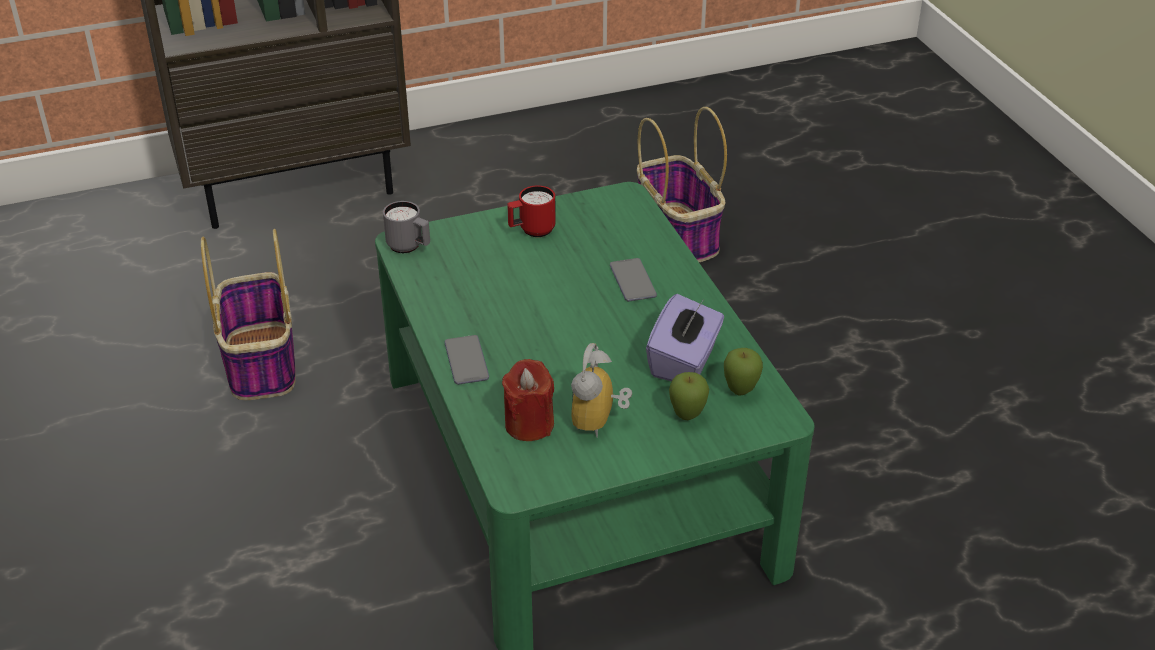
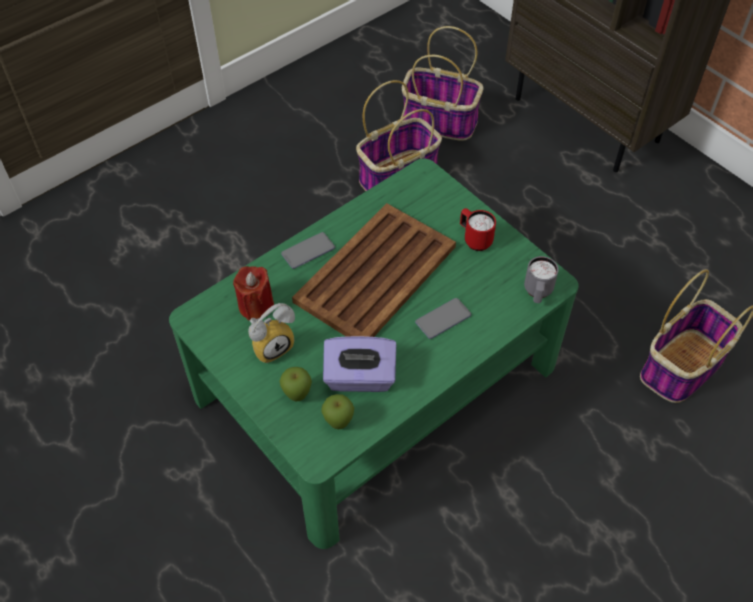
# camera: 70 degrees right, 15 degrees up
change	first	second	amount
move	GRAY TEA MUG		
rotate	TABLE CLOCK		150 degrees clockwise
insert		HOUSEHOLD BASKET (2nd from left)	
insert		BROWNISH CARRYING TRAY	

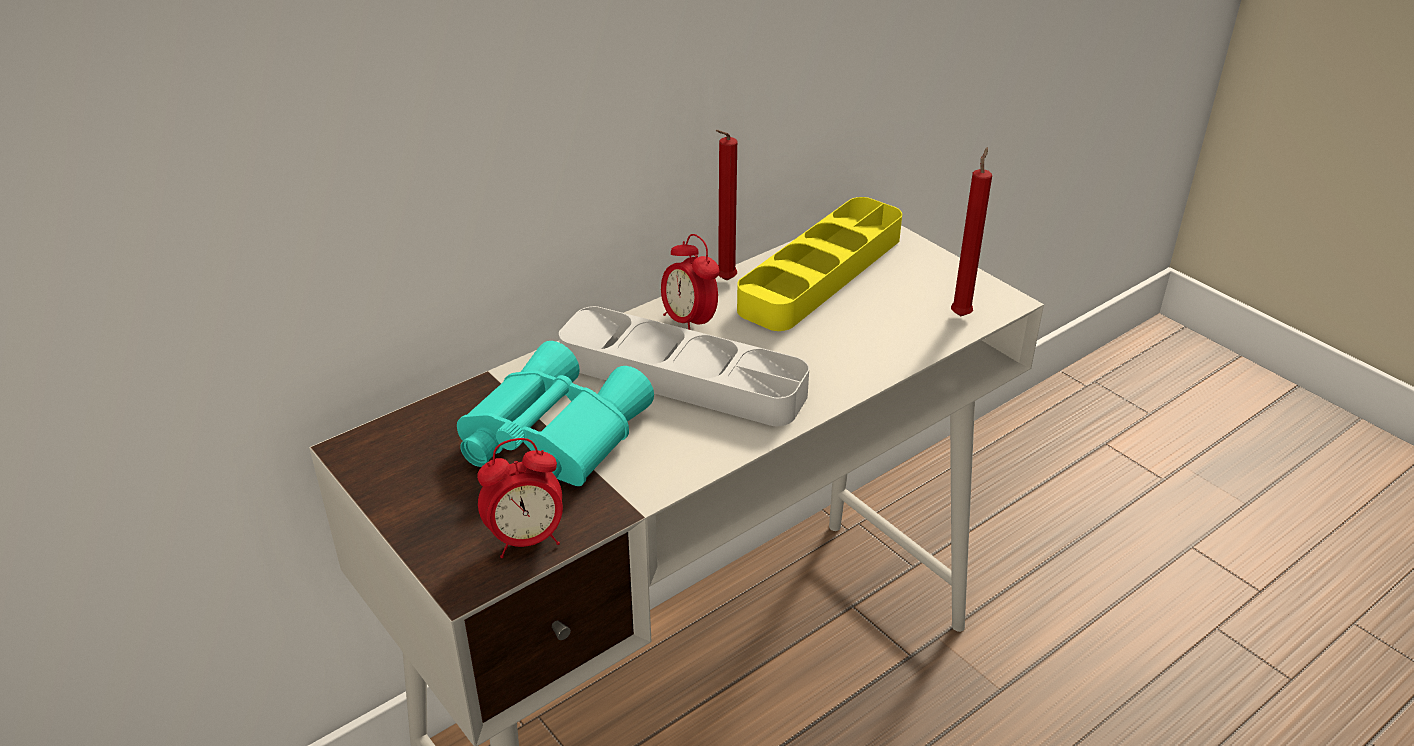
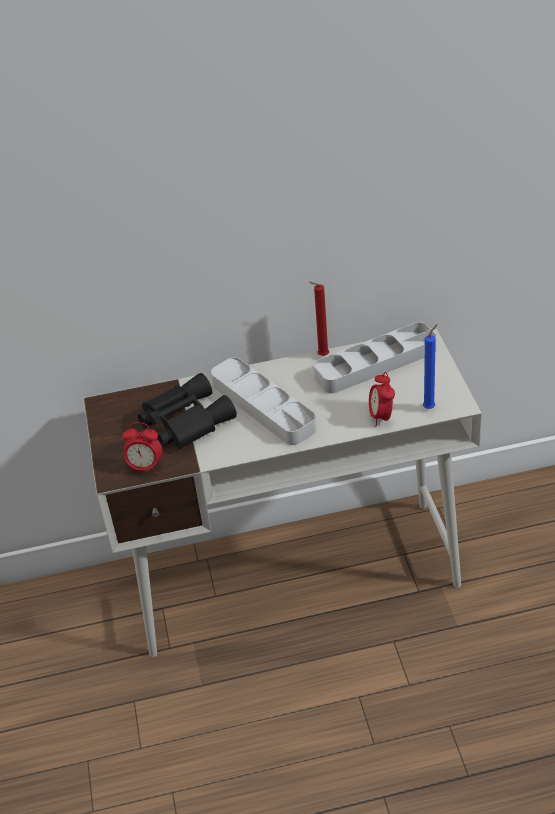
# camera: 30 degrees right, 5 degrees up
change	first	second	amount
recolor	REDDISH WAX CANDLE (2nd from left)	BLUE WAX CANDLE	
recolor	YELLOW CARRYING TRAY	GRAY CARRYING TRAY (2nd from left)	
move	TABLE CLOCK (2nd from left)		
recolor	BLUE-GREEN BINOCULARS	BLACK BINOCULARS	

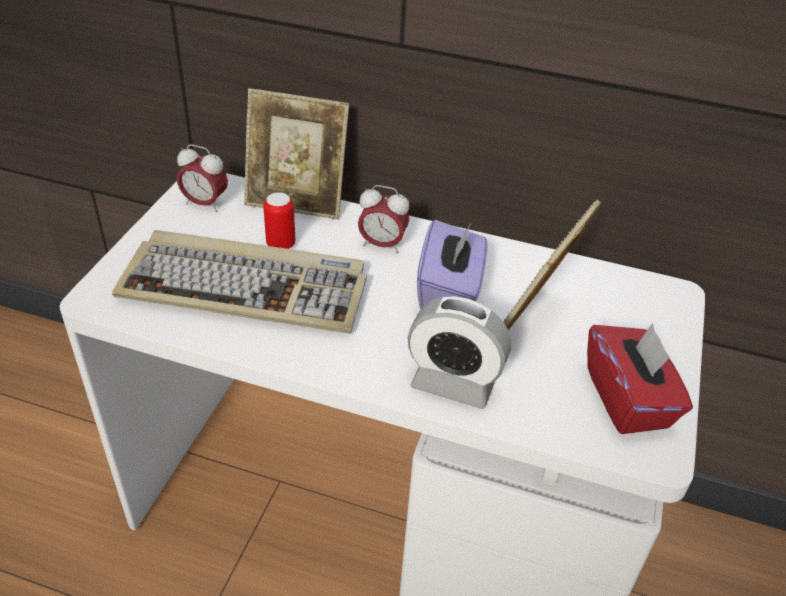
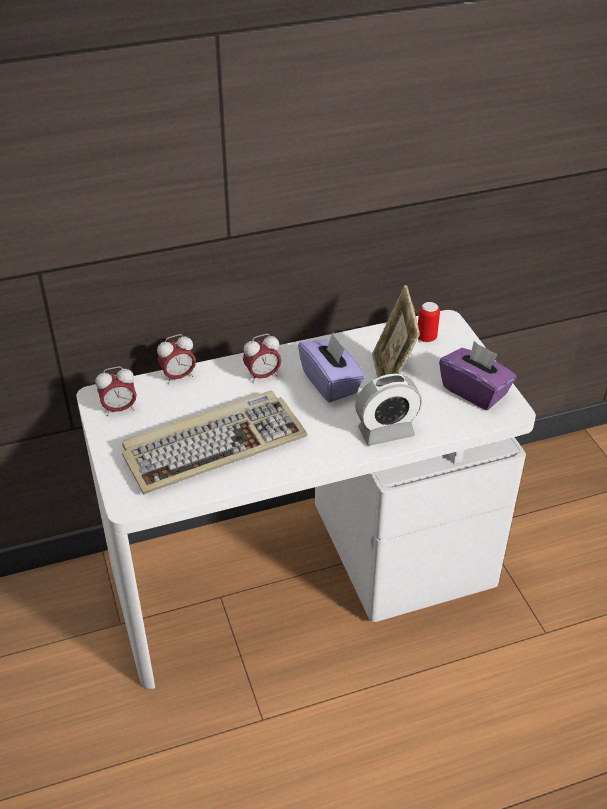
# camera: 35 degrees left, 0 degrees up
change	first	second	amount
replace	STANDING FRAME (1st from left)	TABLE CLOCK (2nd from left)	
move	SEALED CAN		
recolor	REDDISH TISSUE HOLDER	PURPLE TISSUE HOLDER (2nd from left)	

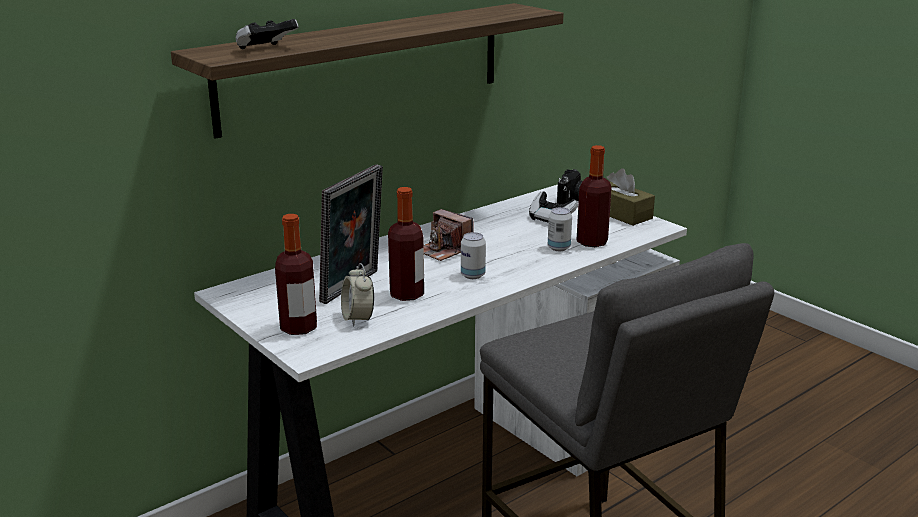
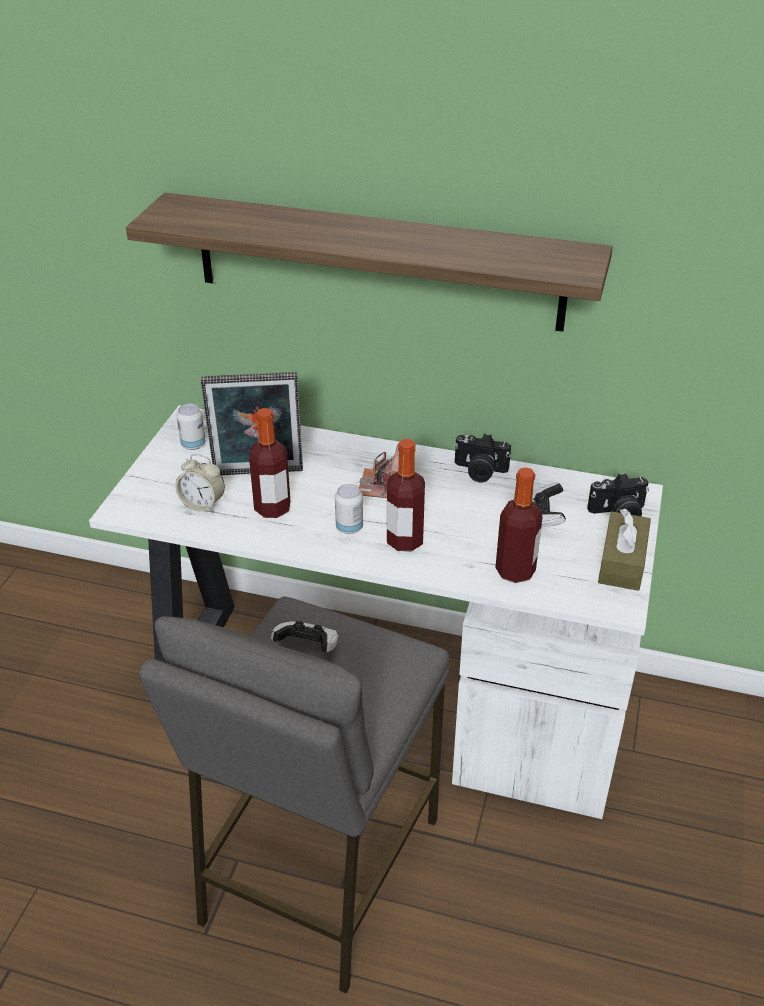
# camera: 55 degrees right, 15 degrees up
change	first	second	amount
move	JOYPAD (1st from left)		
move	SEALED CAN (2nd from left in the first image)	SEALED CAN (1st from left)	
move	BOTTLE (1st from left in the first image)	BOTTLE (2nd from left)	
rotate	TABLE CLOCK		105 degrees counterclockwise
insert		PHOTO CAMERA (2nd from left)	

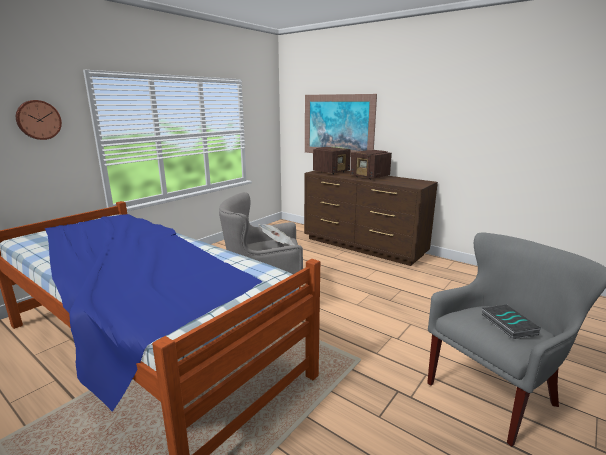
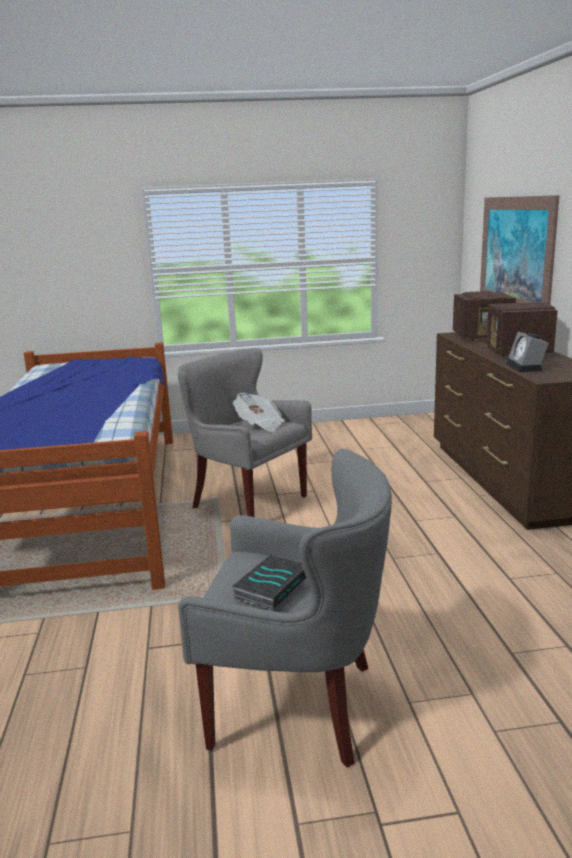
# camera: 45 degrees right, 0 degrees up
change	first	second	amount
delete	HANGING CLOCK		
insert		TABLE CLOCK	

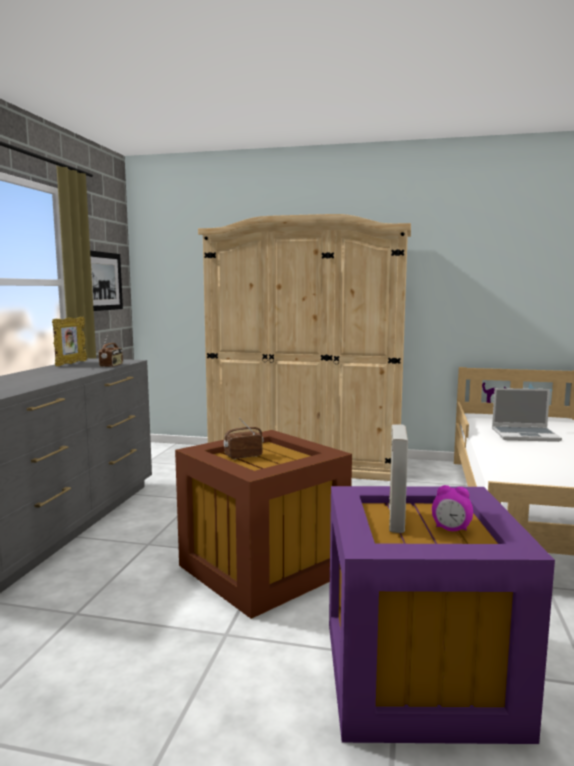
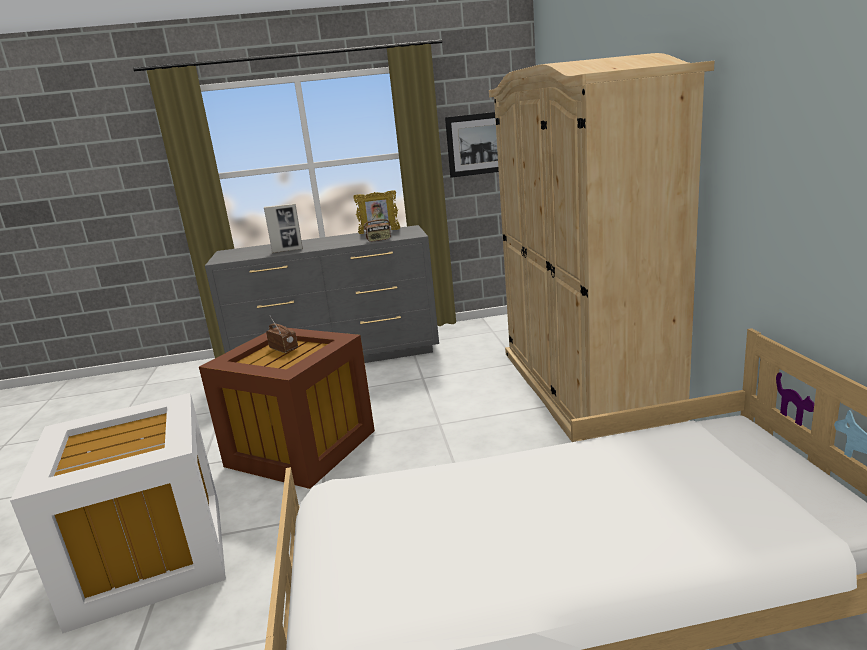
# camera: 70 degrees right, 10 degrees up
change	first	second	amount
delete	NOTEBOOK COMPUTER		
move	STANDING FRAME (2nd from left in the first image)	STANDING FRAME (1st from left)	
delete	TABLE CLOCK		
recolor	PURPLE STORAGE BIN	WHITE-COLOURED STORAGE BIN	

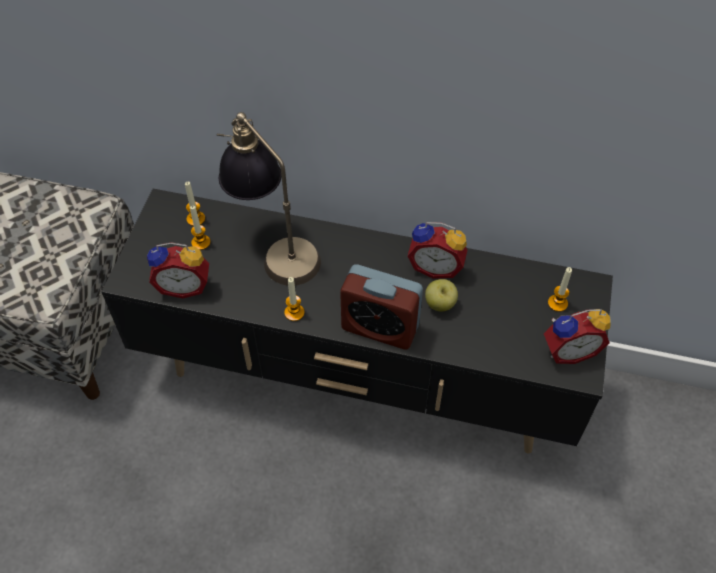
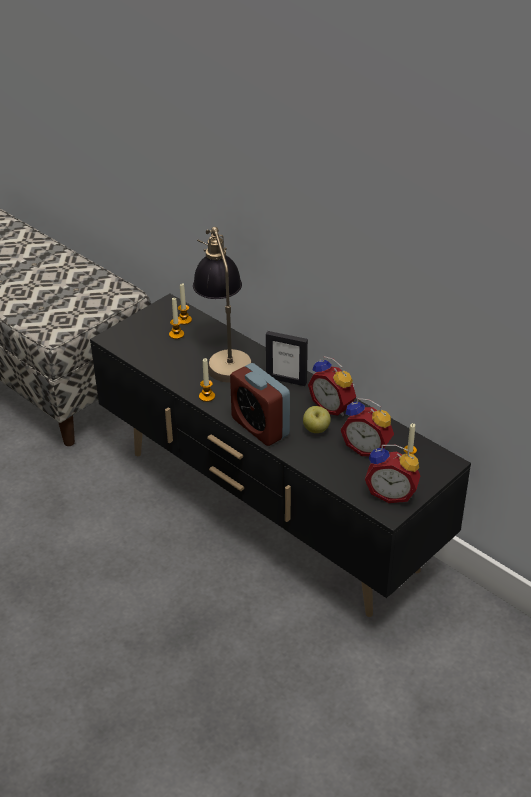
# camera: 30 degrees right, 15 degrees down
change	first	second	amount
move	TABLE CLOCK (1st from left in the first image)	TABLE CLOCK (3rd from left)	
insert		STANDING FRAME	

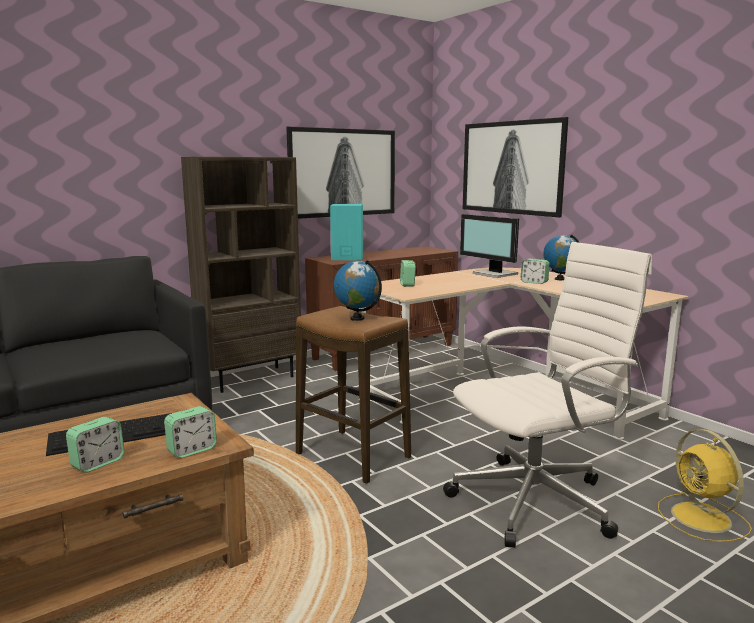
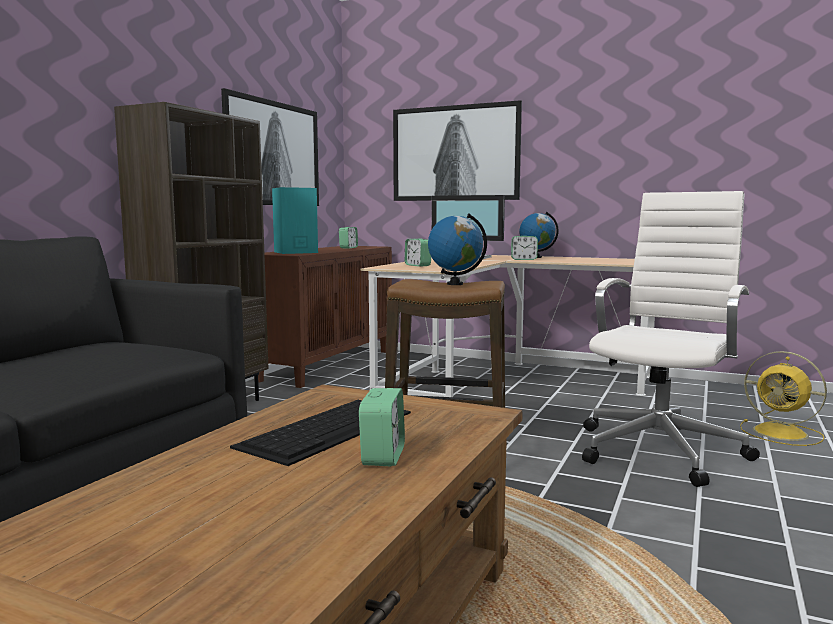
# camera: 30 degrees left, 5 degrees down
change	first	second	amount
move	TABLE CLOCK (2nd from left in the first image)	TABLE CLOCK (1st from left)	

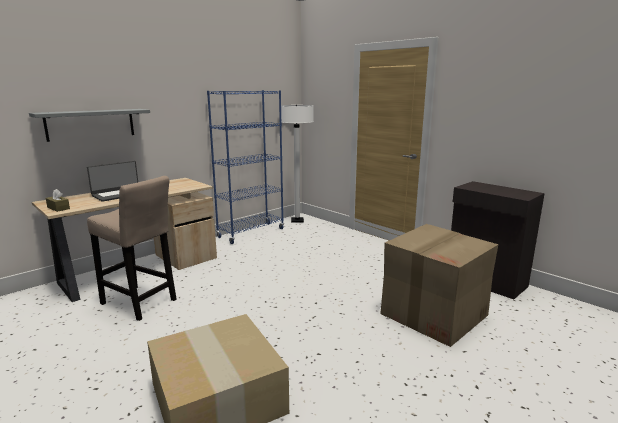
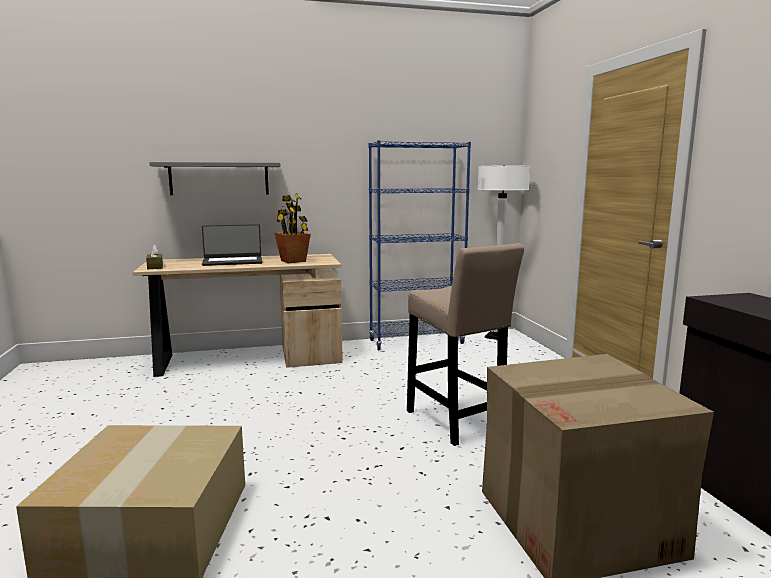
# camera: 30 degrees right, 5 degrees down
change	first	second	amount
move	SAND-COLOURED STOOL SEAT		
insert		PLANT IN A POT	

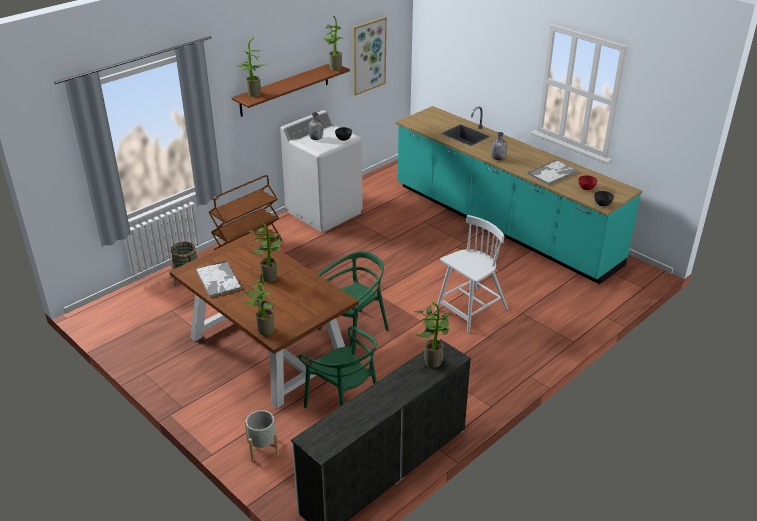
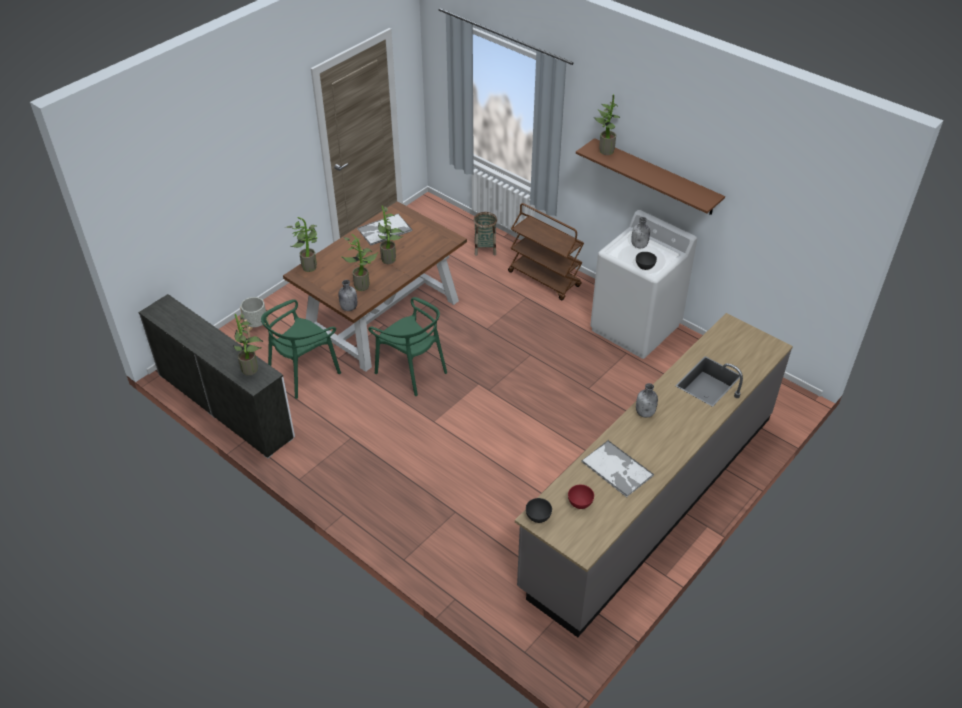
# camera: 85 degrees right, 10 degrees up
change	first	second	amount
move	PLANT IN A POT (4th from left in the first image)	PLANT IN A POT (3rd from left)	
delete	WALL PICTURE		
recolor	BLUE-GREEN COUNTER	GRAY COUNTER	
delete	WHITE-COLOURED CHAIR		
insert		GRAY BOTTLE (1st from left)	

